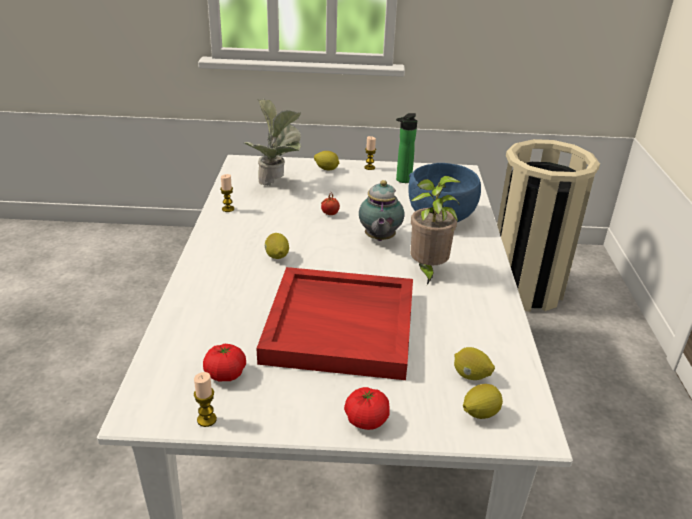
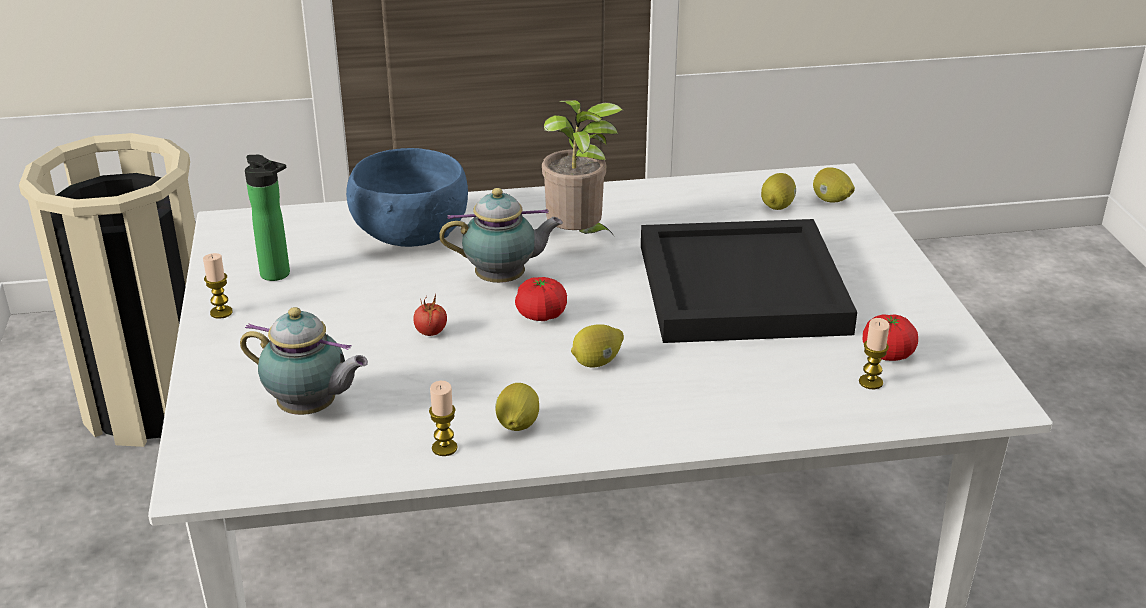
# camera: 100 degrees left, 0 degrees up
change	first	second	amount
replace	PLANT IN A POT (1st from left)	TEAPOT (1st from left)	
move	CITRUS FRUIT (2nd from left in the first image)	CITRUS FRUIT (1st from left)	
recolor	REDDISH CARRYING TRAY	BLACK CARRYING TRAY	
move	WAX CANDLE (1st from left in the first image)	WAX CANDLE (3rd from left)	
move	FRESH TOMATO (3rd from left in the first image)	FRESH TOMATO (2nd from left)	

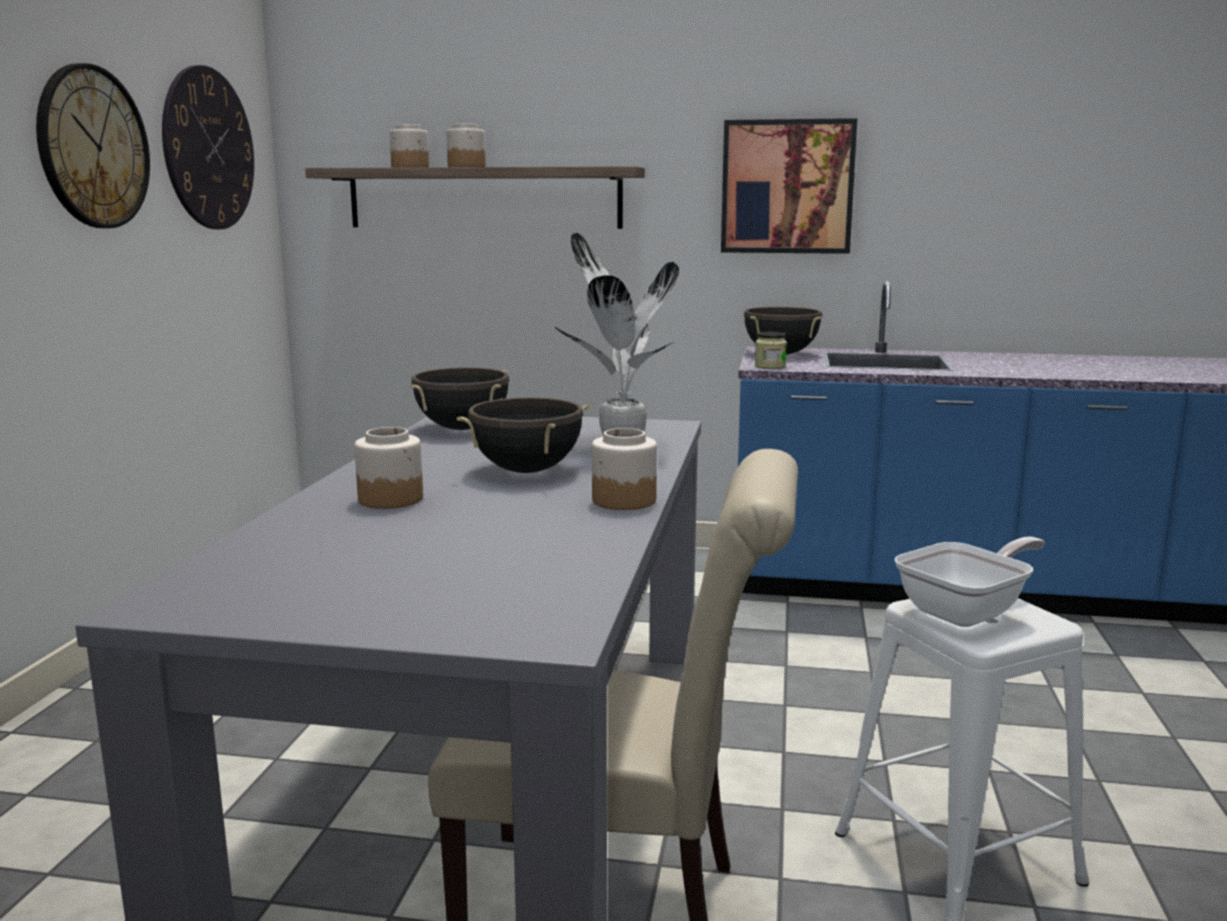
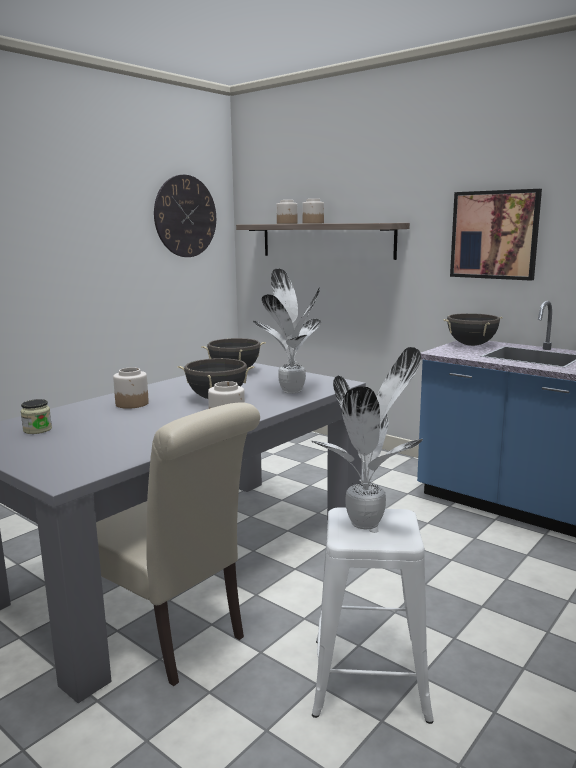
# camera: 30 degrees right, 0 degrees up
change	first	second	amount
delete	HANGING CLOCK (1st from left)		
move	STORAGE JAR (5th from left in the first image)	STORAGE JAR (1st from left)	
replace	FRYING PAN	PLANT IN A POT (2nd from left)	

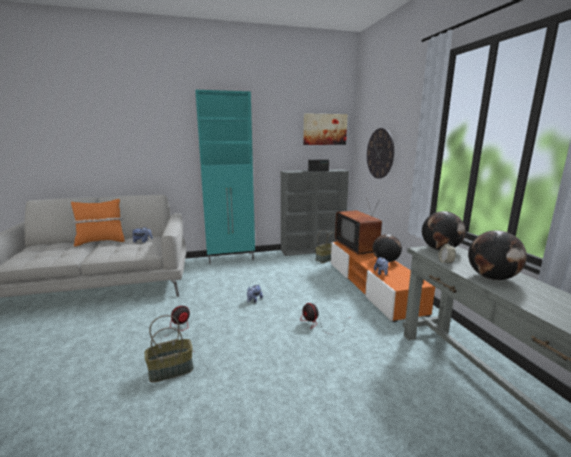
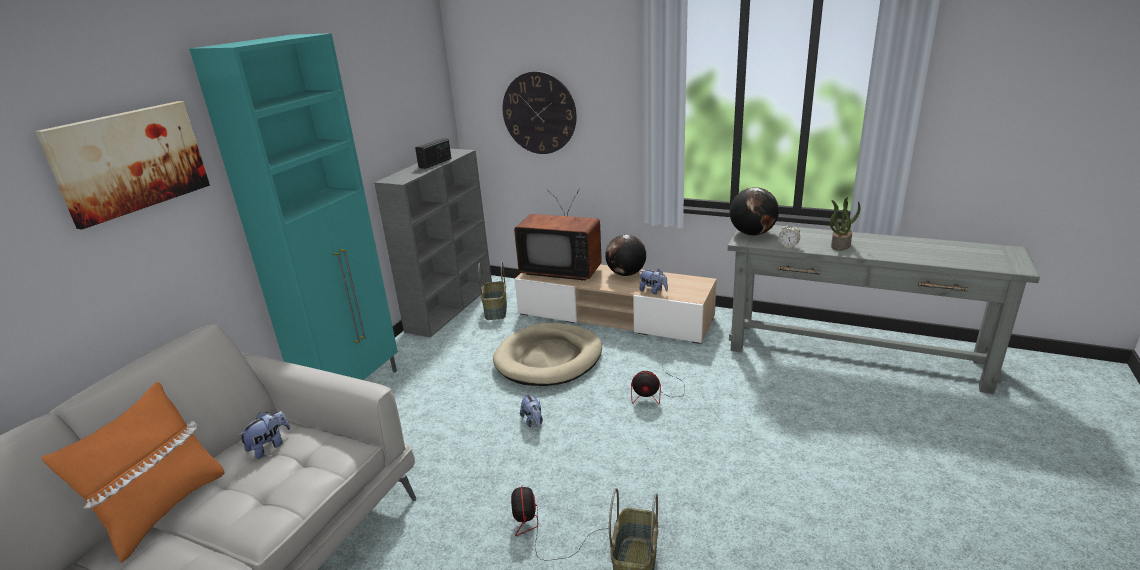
# camera: 50 degrees left, 10 degrees up
change	first	second	amount
move	WALL PICTURE		
replace	WORLD GLOBE (3rd from left)	PLANT IN A POT	
recolor	ORANGEY MEDIA CONSOLE	SAND-COLOURED MEDIA CONSOLE	
insert		SAND-COLOURED DOG BED	

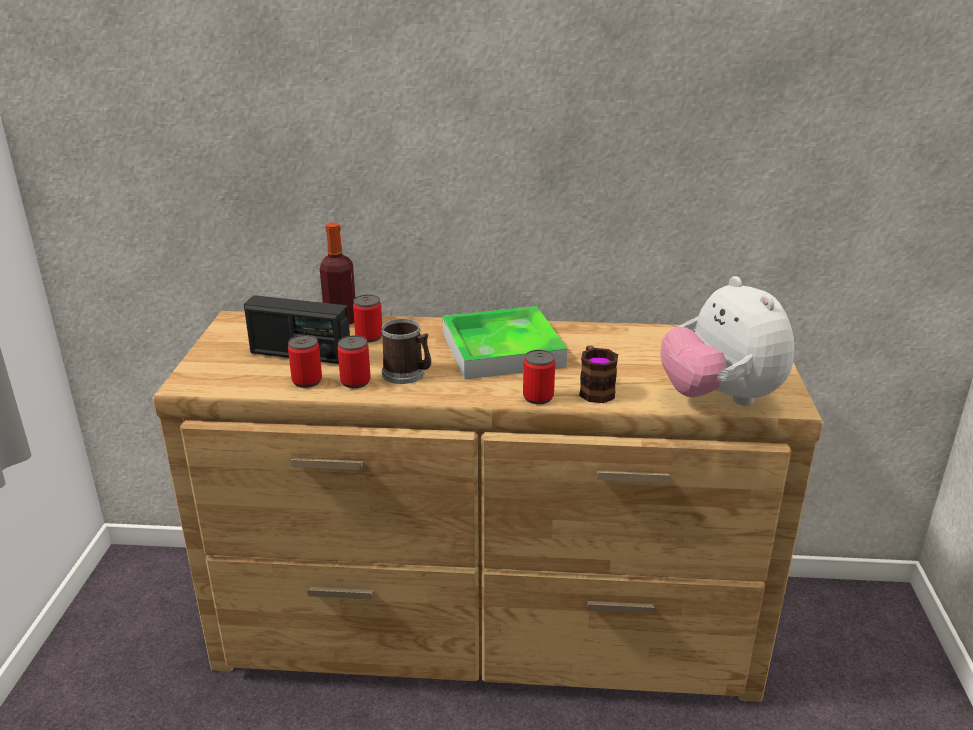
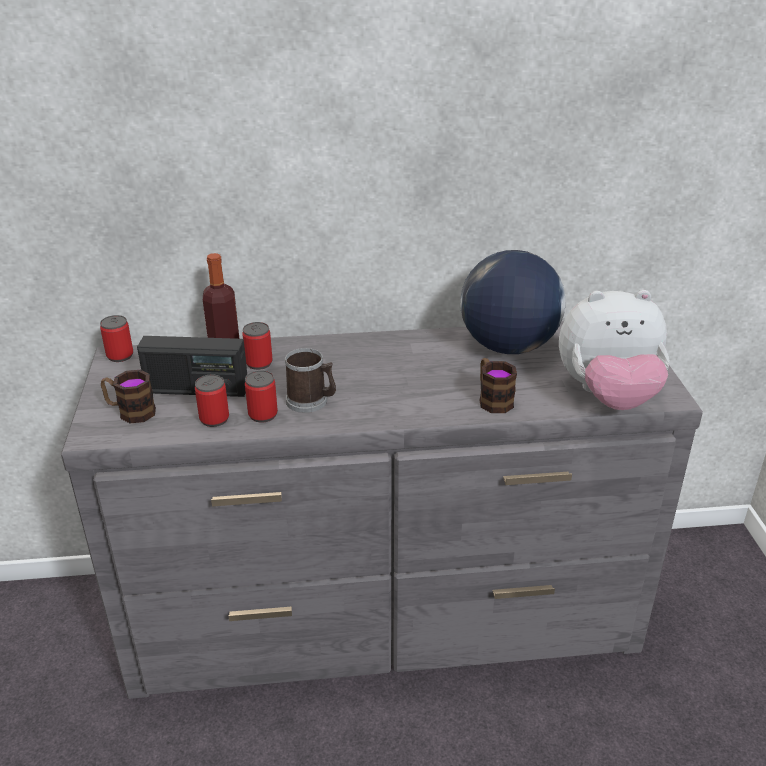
# camera: 10 degrees left, 5 degrees up
change	first	second	amount
rotate	PLUSH TOY		60 degrees counterclockwise
delete	CARRYING TRAY		
recolor	BROWNISH DRESSER	GRAY DRESSER	
move	SEALED CAN (4th from left in the first image)	SEALED CAN (1st from left)	
insert		WORLD GLOBE	
insert		TEA MUG (1st from left)	

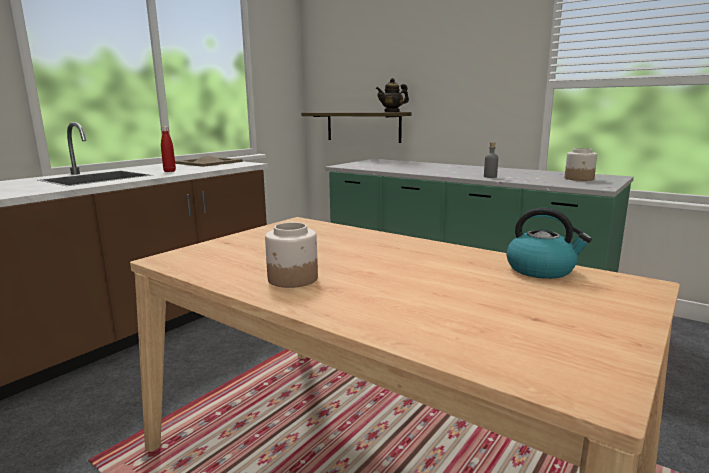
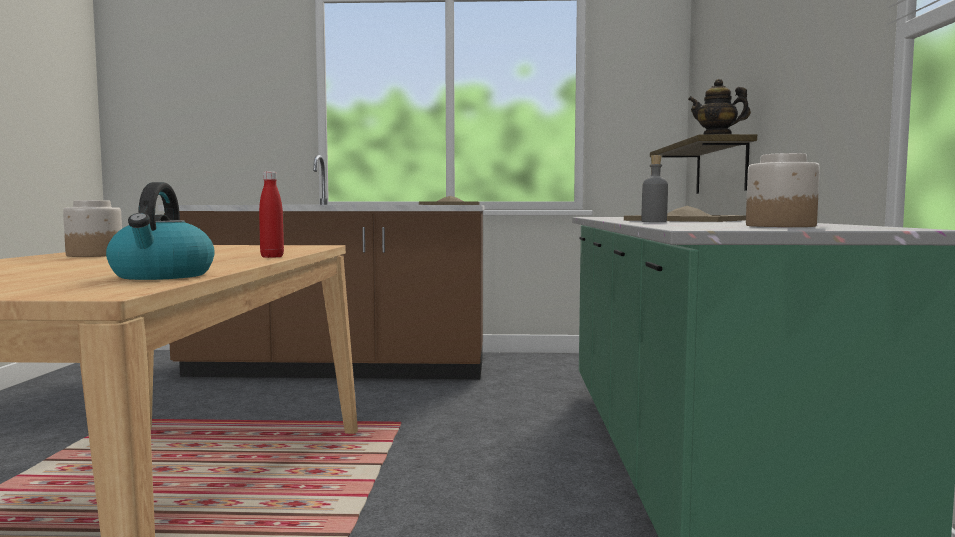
# camera: 55 degrees right, 10 degrees down
change	first	second	amount
move	REDDISH BOTTLE		
insert		SAND-COLOURED CARRYING TRAY (2nd from left)	

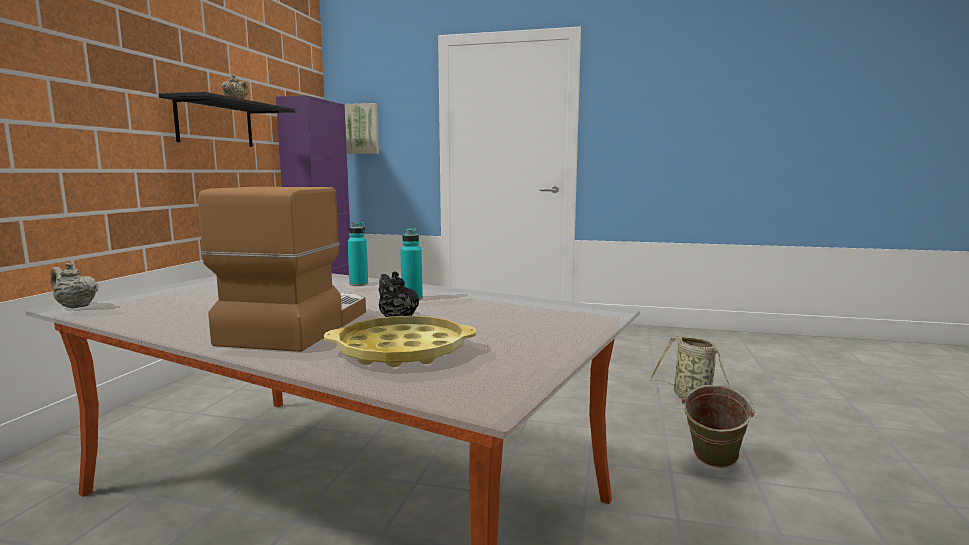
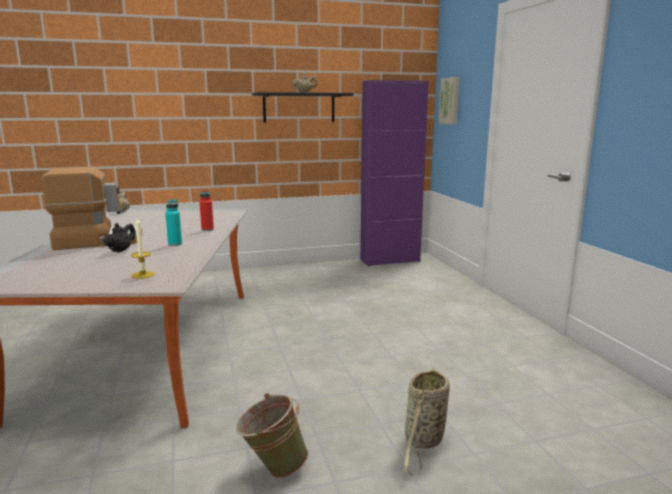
# camera: 60 degrees right, 5 degrees up
change	first	second	amount
recolor	BLUE-GREEN BOTTLE (1st from left)	REDDISH BOTTLE	
delete	YELLOW CARRYING TRAY		
insert		WAX CANDLE	

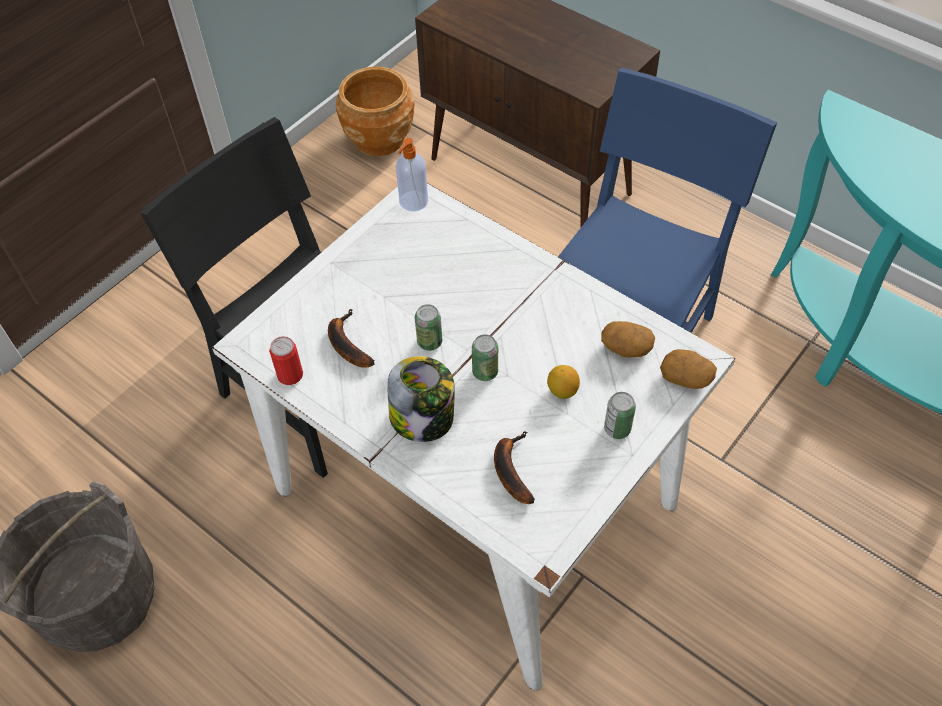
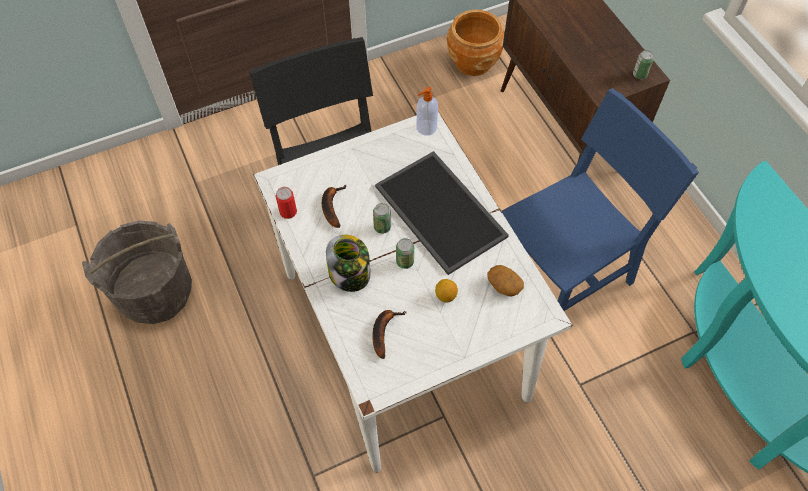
# camera: 25 degrees right, 5 degrees up
change	first	second	amount
delete	WHOLE POTATO (2nd from left)		
move	SEALED CAN (4th from left)		
insert		CARRYING TRAY	

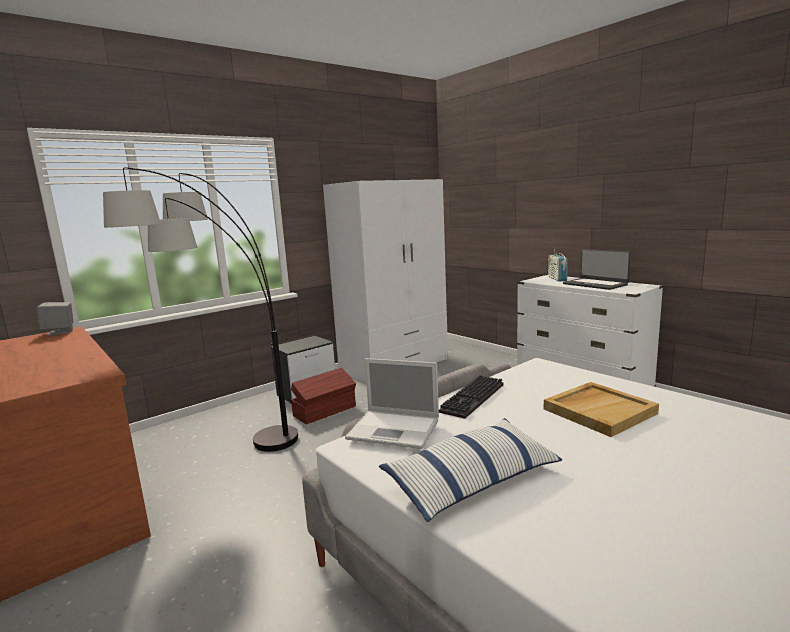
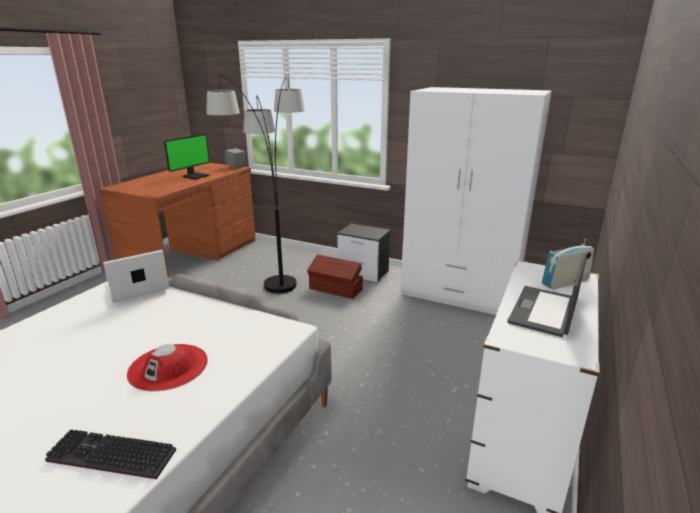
# camera: 65 degrees right, 10 degrees up
change	first	second	amount
rotate	NOTEBOOK COMPUTER (1st from left)		60 degrees clockwise
move	COMPUTER KEYBOARD		
replace	SAND-COLOURED CARRYING TRAY	REDDISH HAT	
delete	THROW PILLOW		
insert		MONITOR	

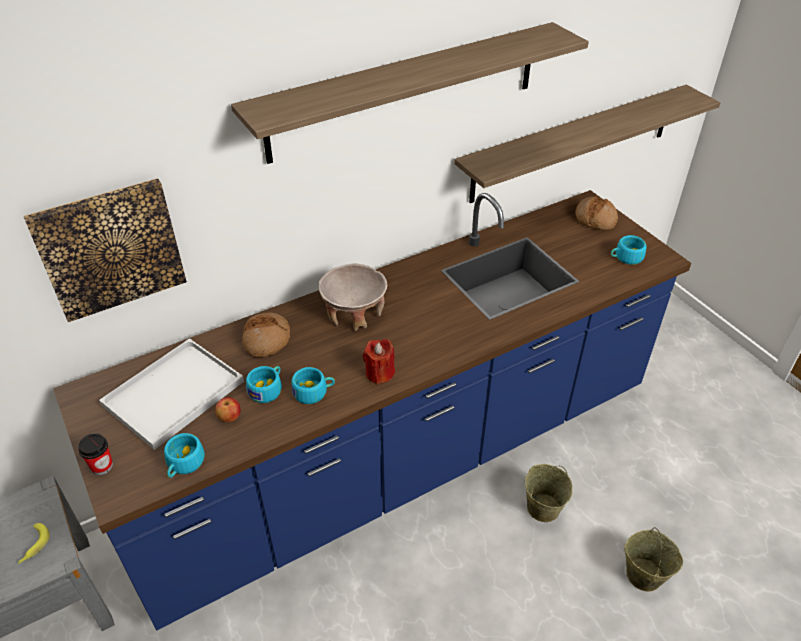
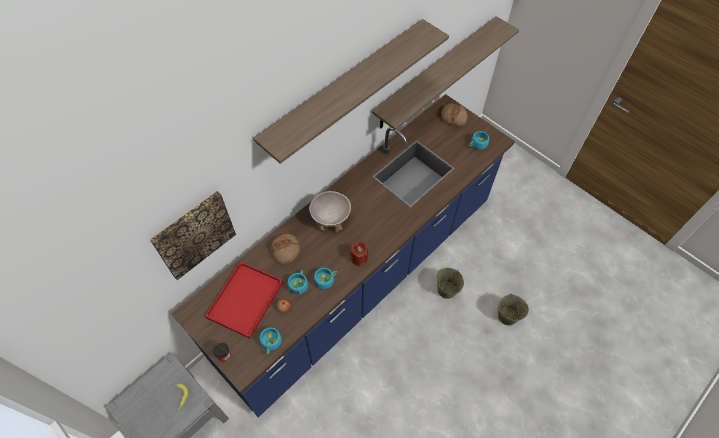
# camera: 15 degrees left, 15 degrees up
change	first	second	amount
recolor	WHITE-COLOURED CARRYING TRAY	REDDISH CARRYING TRAY	

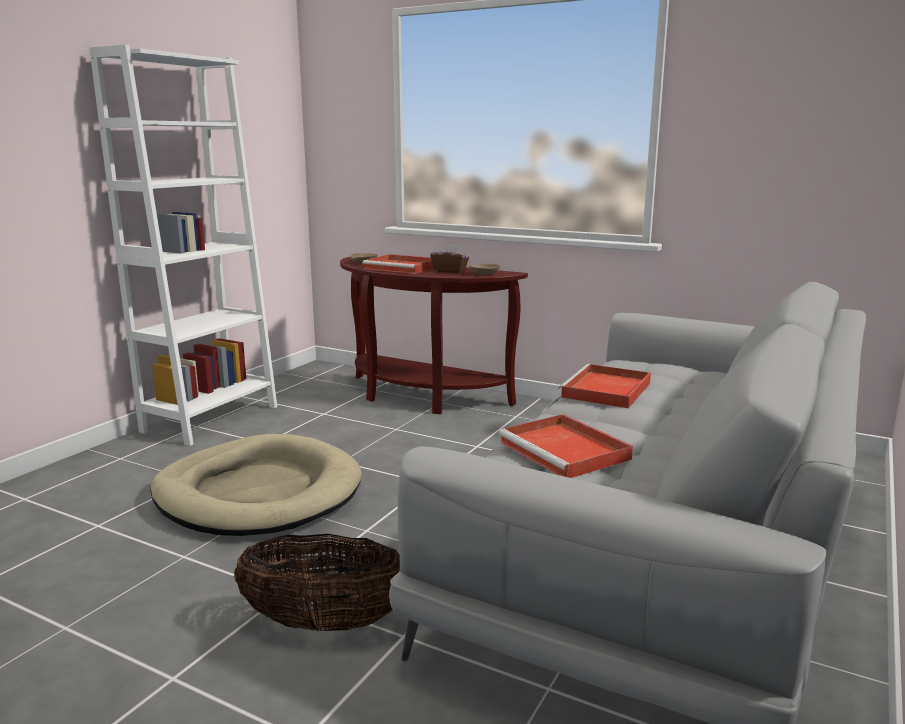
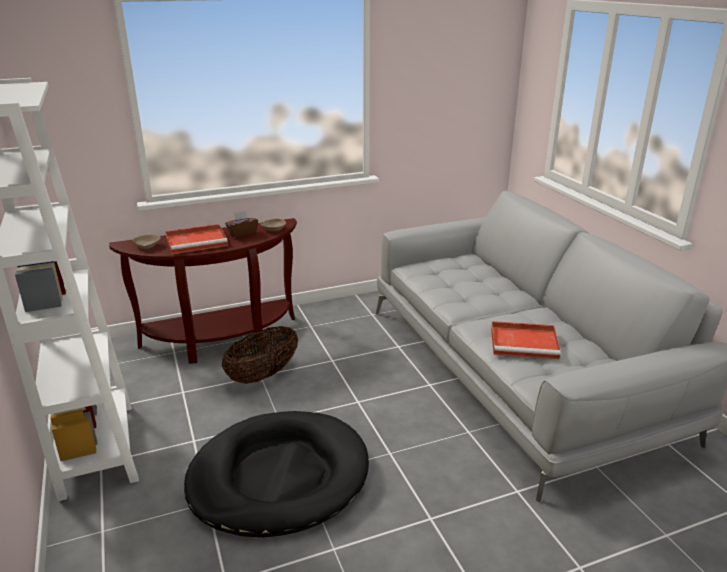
# camera: 50 degrees left, 10 degrees up
change	first	second	amount
delete	REDDISH CARRYING TRAY (3rd from left)		
recolor	SAND-COLOURED DOG BED	BLACK DOG BED	
move	HOUSEHOLD BASKET		

